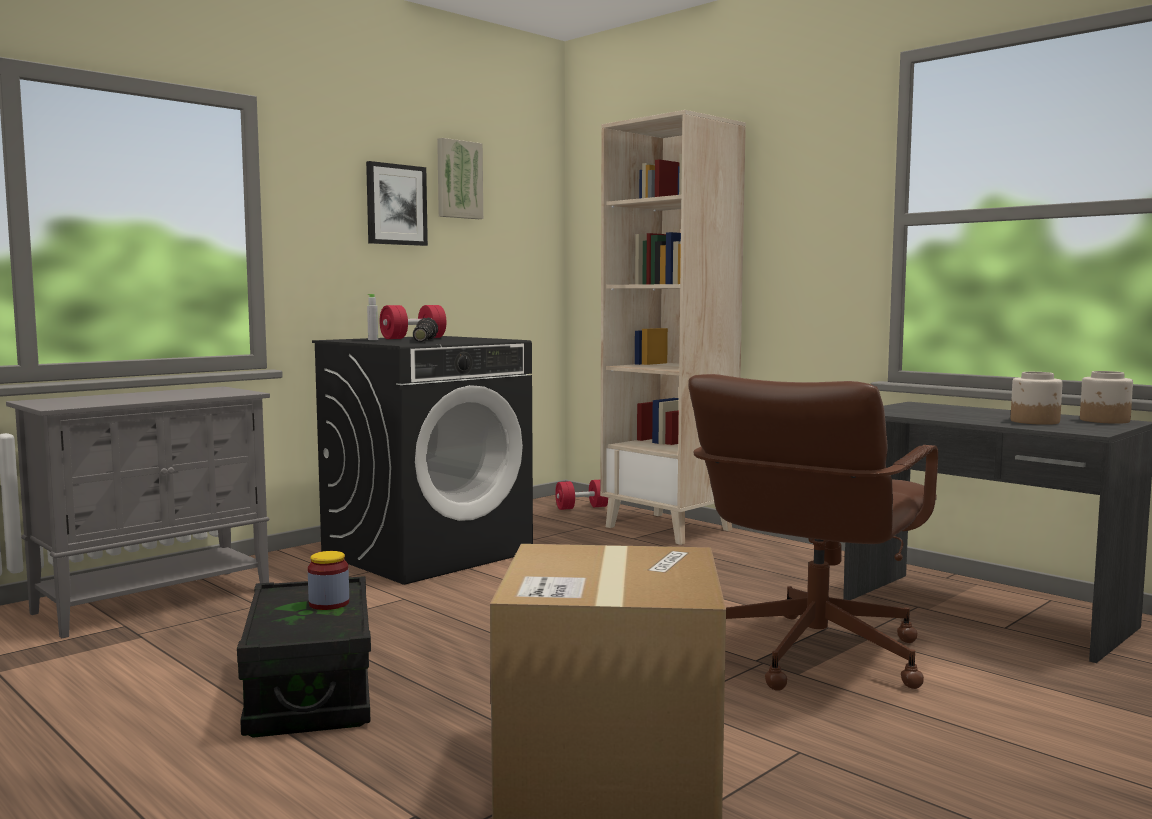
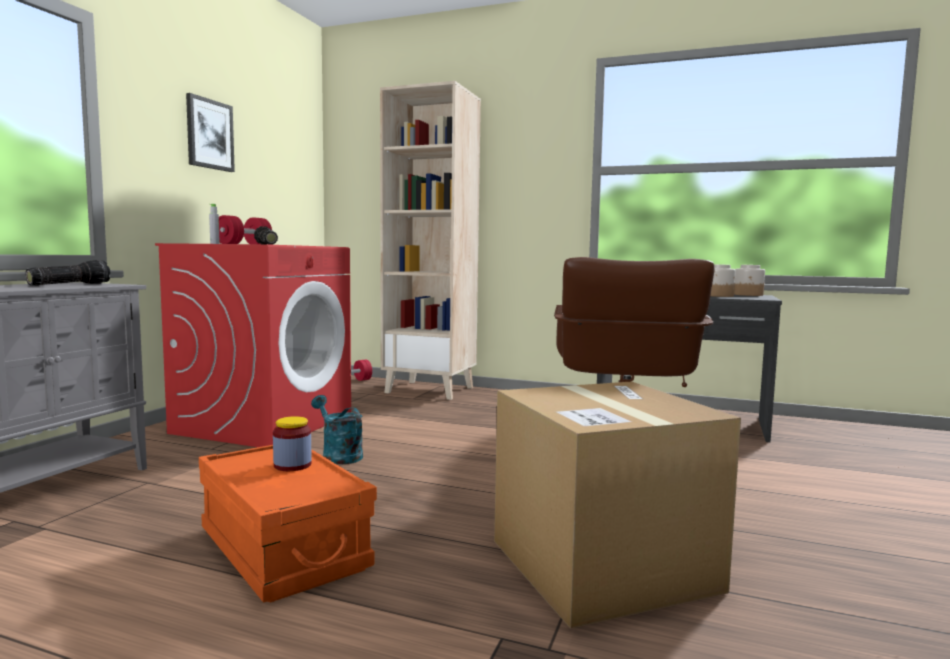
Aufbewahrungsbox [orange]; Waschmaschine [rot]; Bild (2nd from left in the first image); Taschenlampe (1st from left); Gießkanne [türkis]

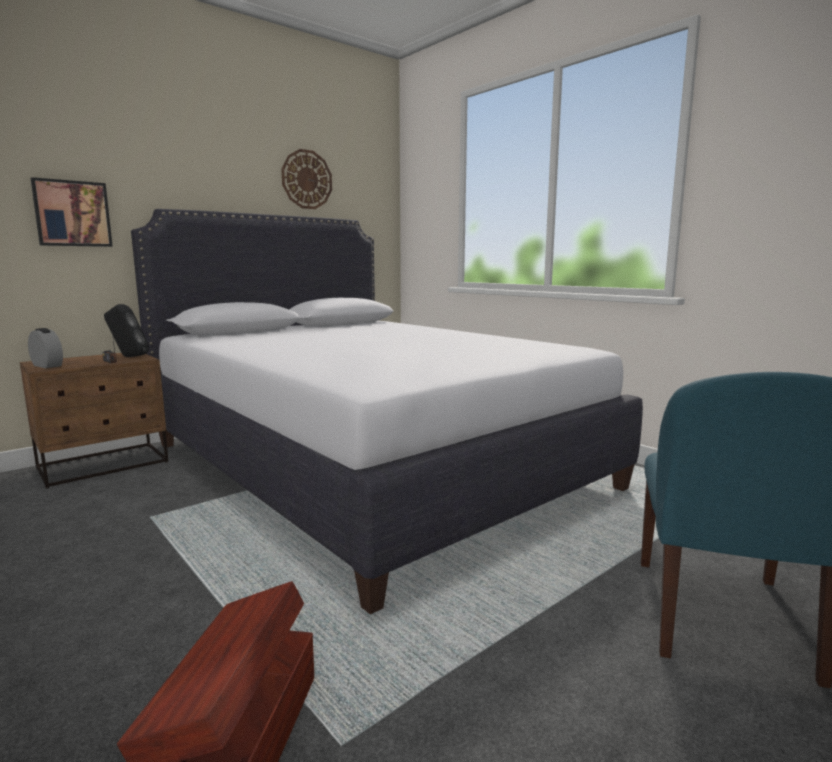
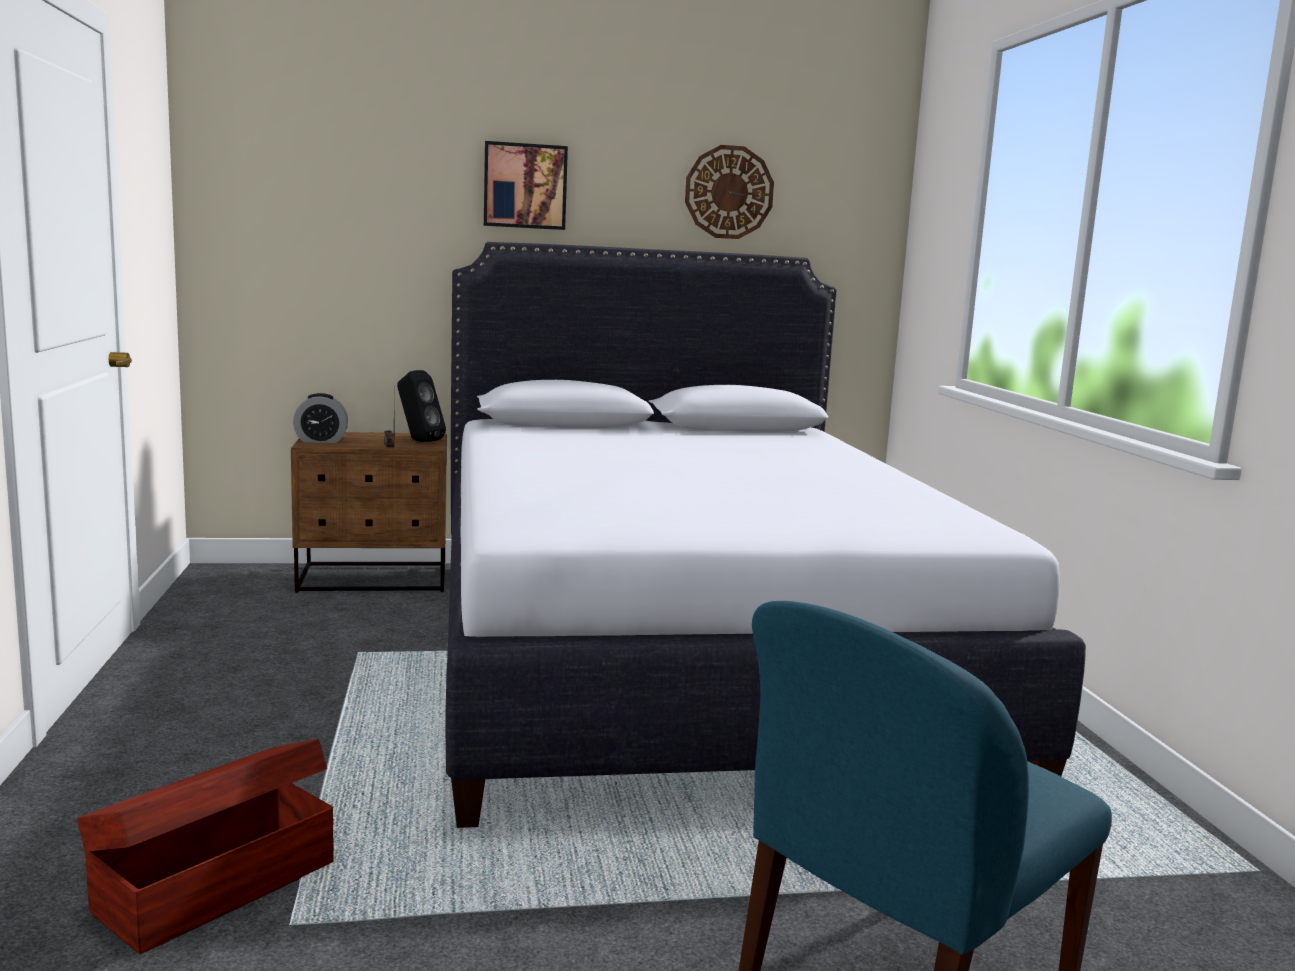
Wecker; Bild

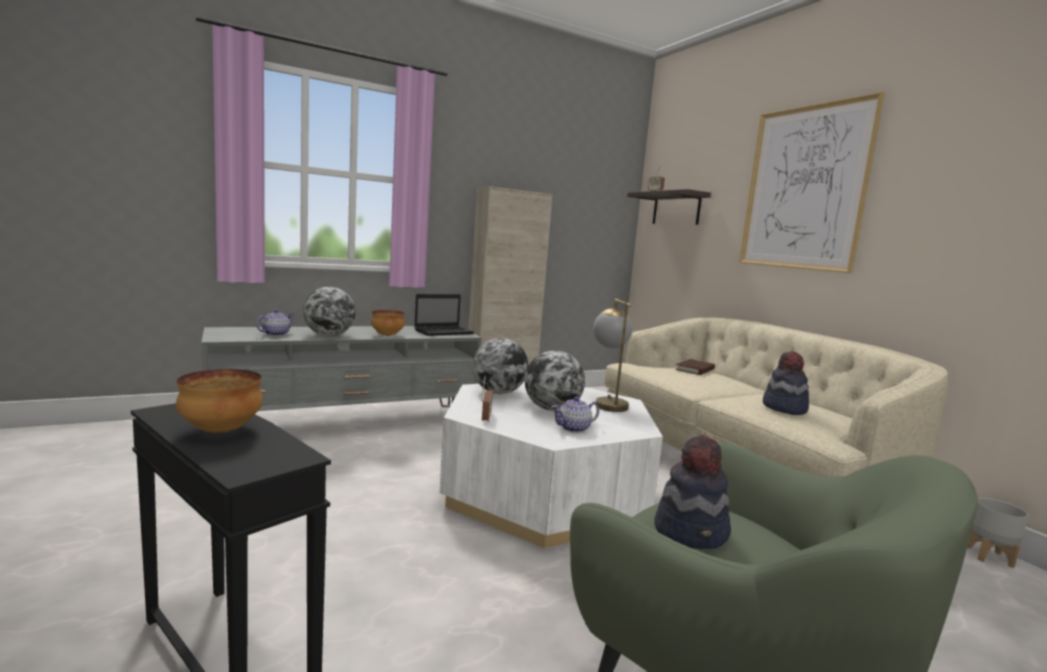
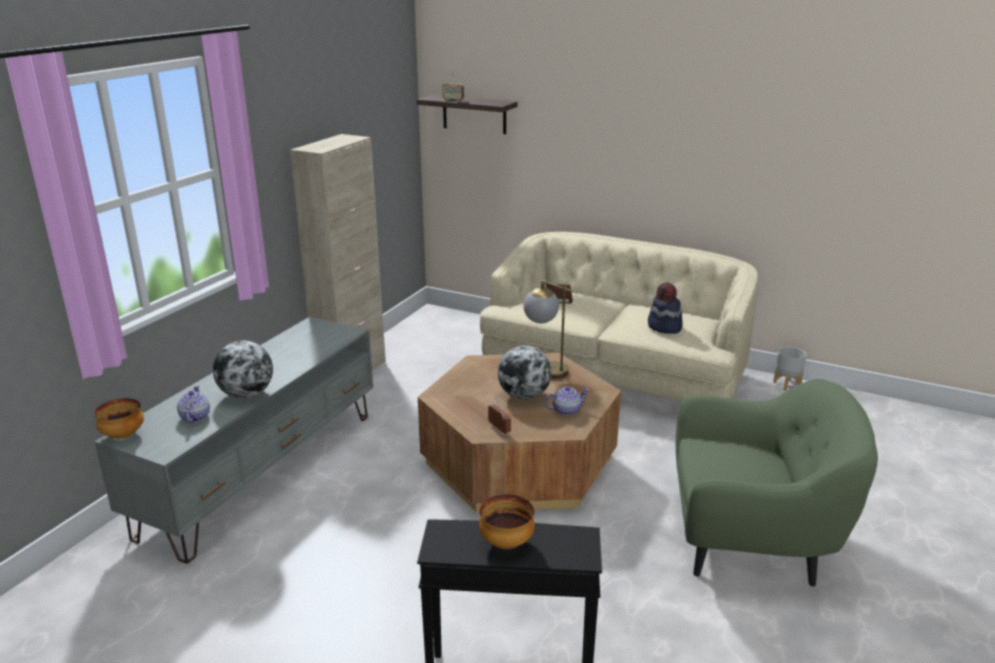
Schüssel (1st from left); Laptop; Couchtisch [braun]; Globus (2nd from left in the first image); Teekanne (2nd from left); Hut (1st from left in the first image); Bild

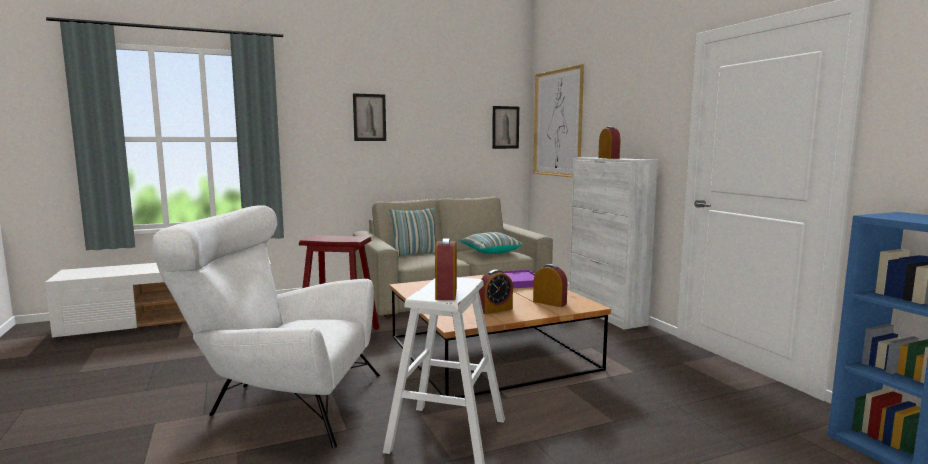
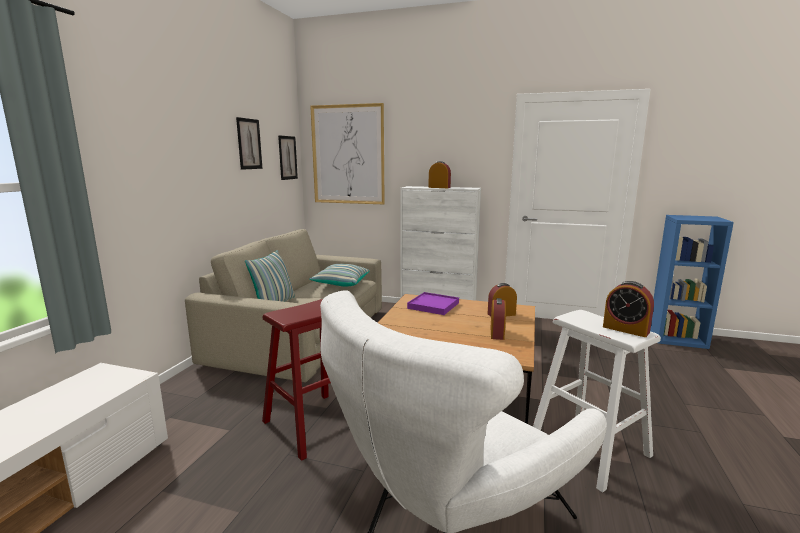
Bild (1st from left)

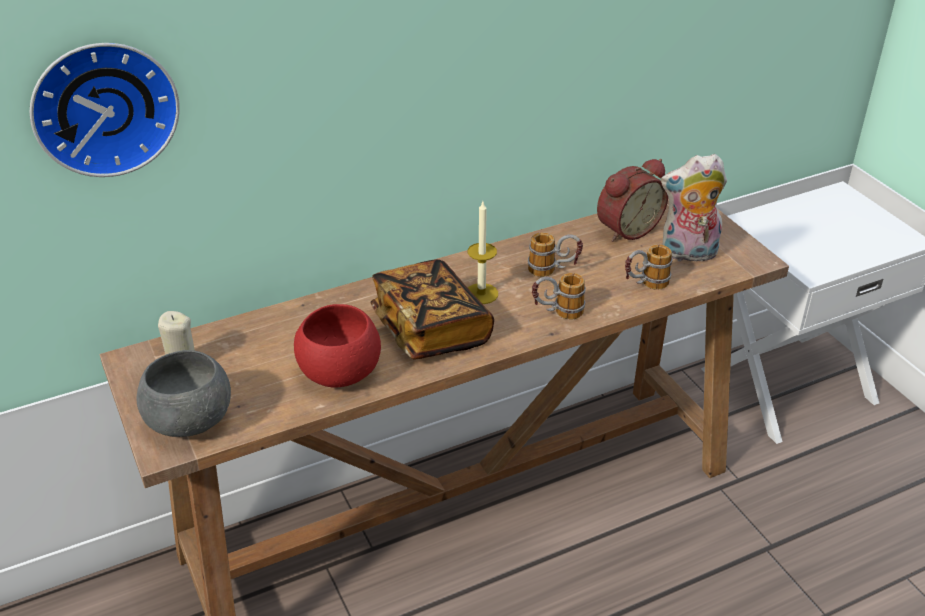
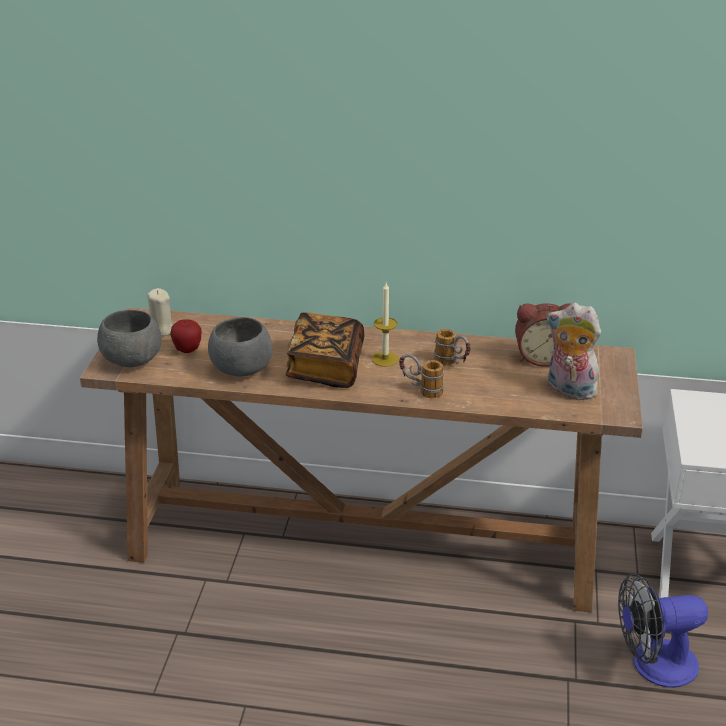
Wanduhr; Schüssel [grau] (2nd from left); Henkelbecher (3rd from left in the first image); Apfel; Ventilator

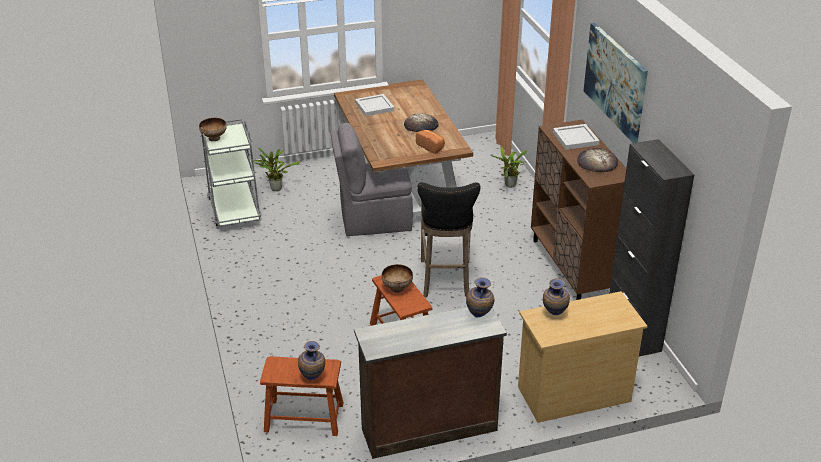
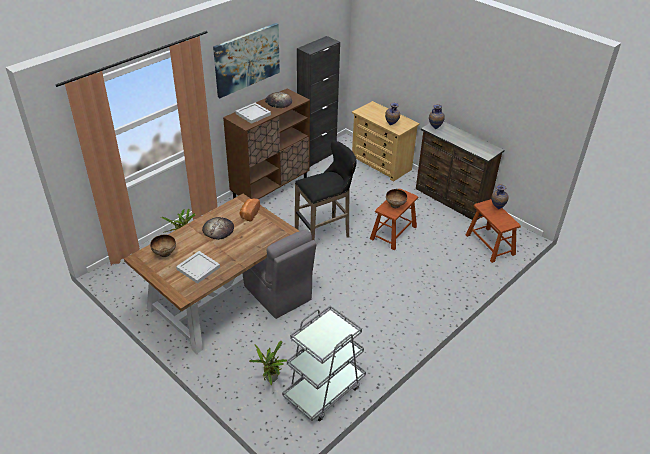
Schüssel (1st from left)

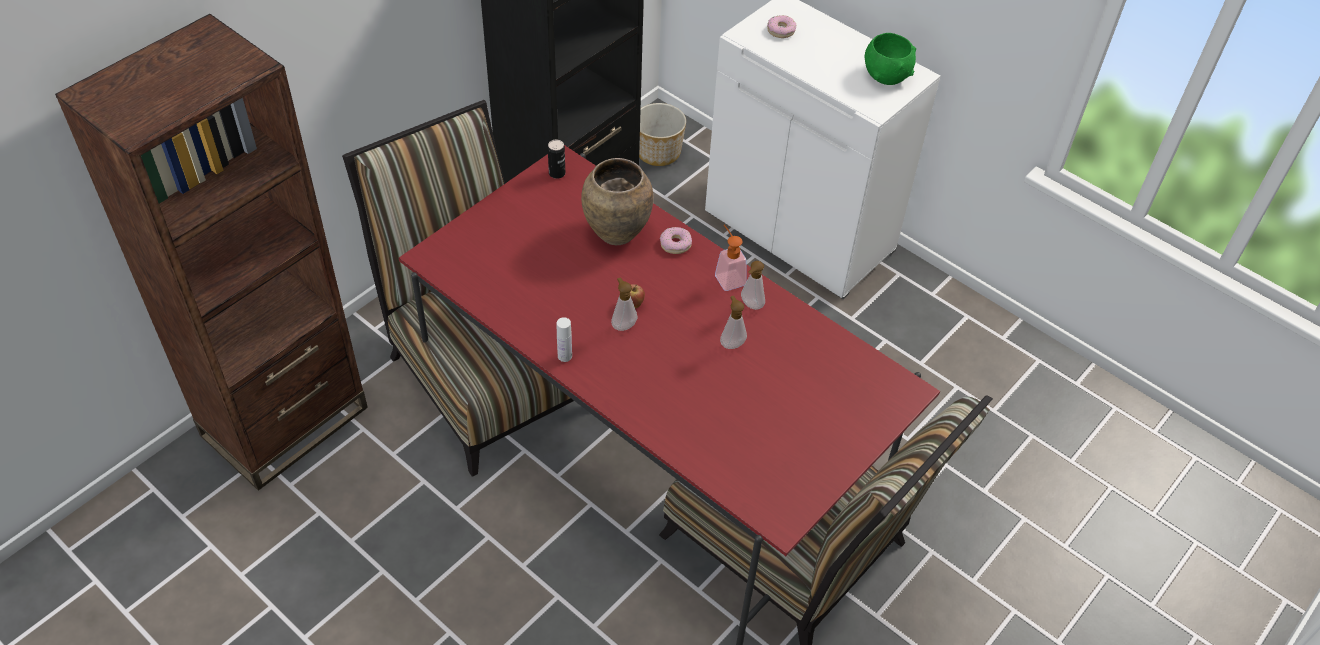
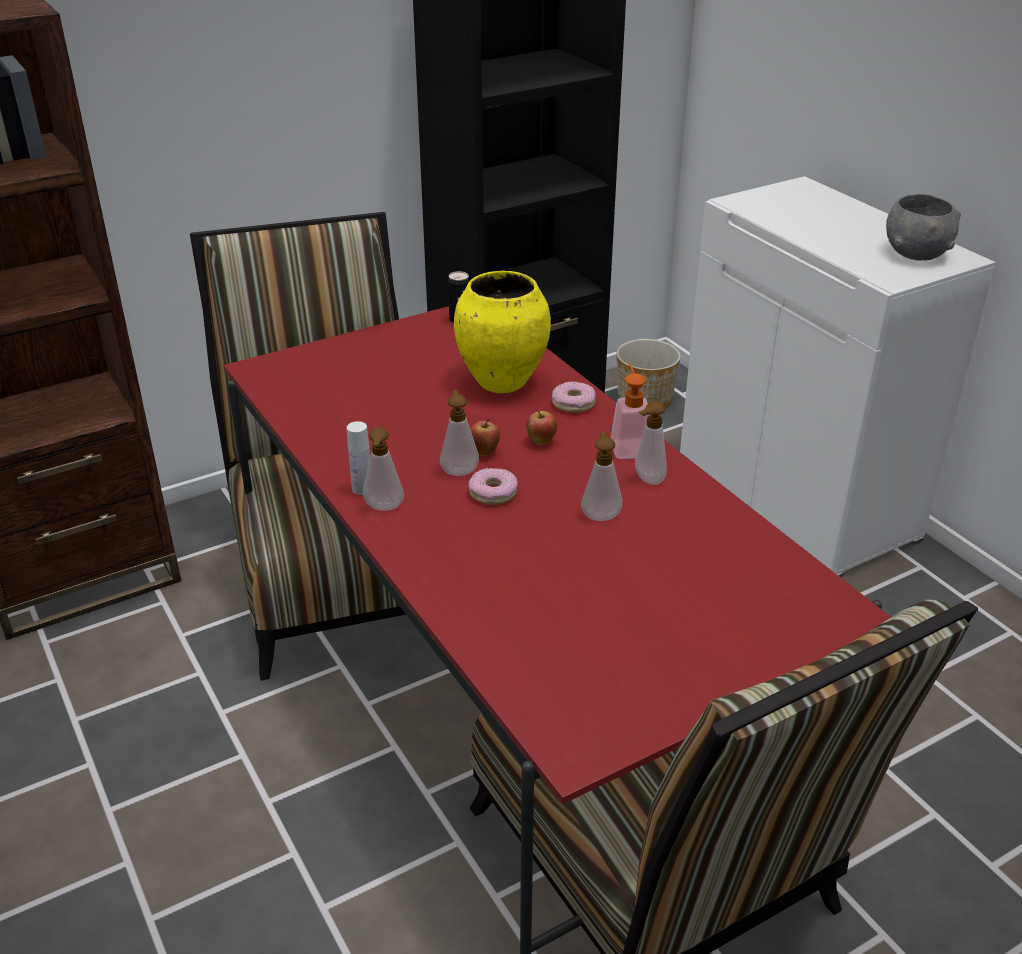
Vase [gelb]; Donut (1st from left); Schüssel [grau]; Seifenspender (1st from left); Apfel (2nd from left)

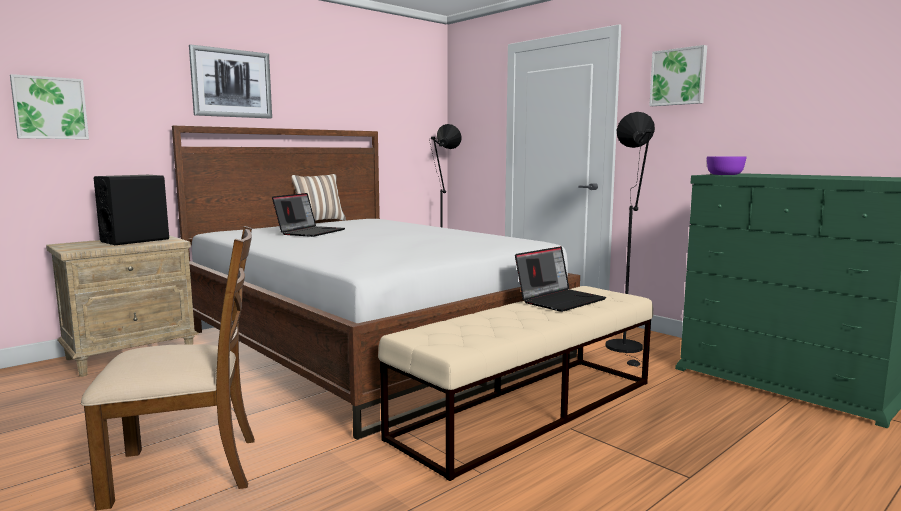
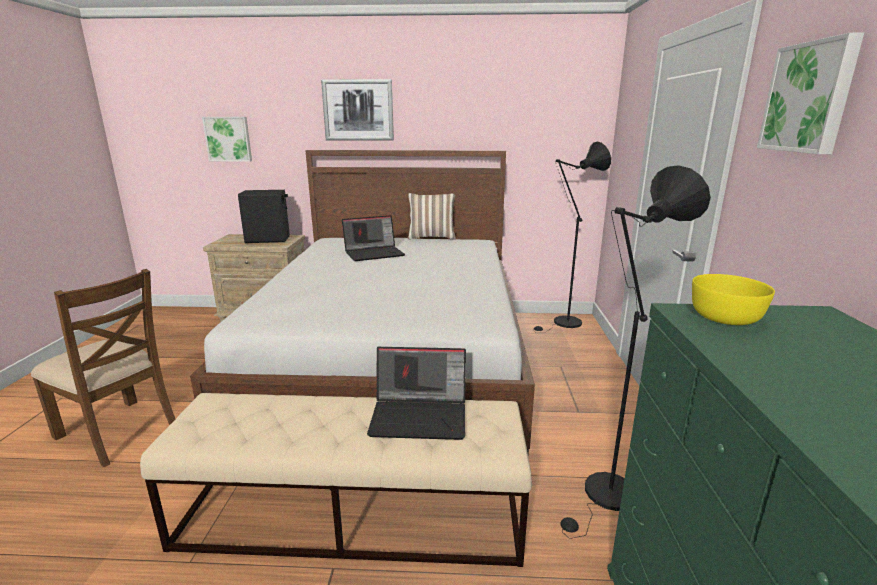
Schüssel [gelb]

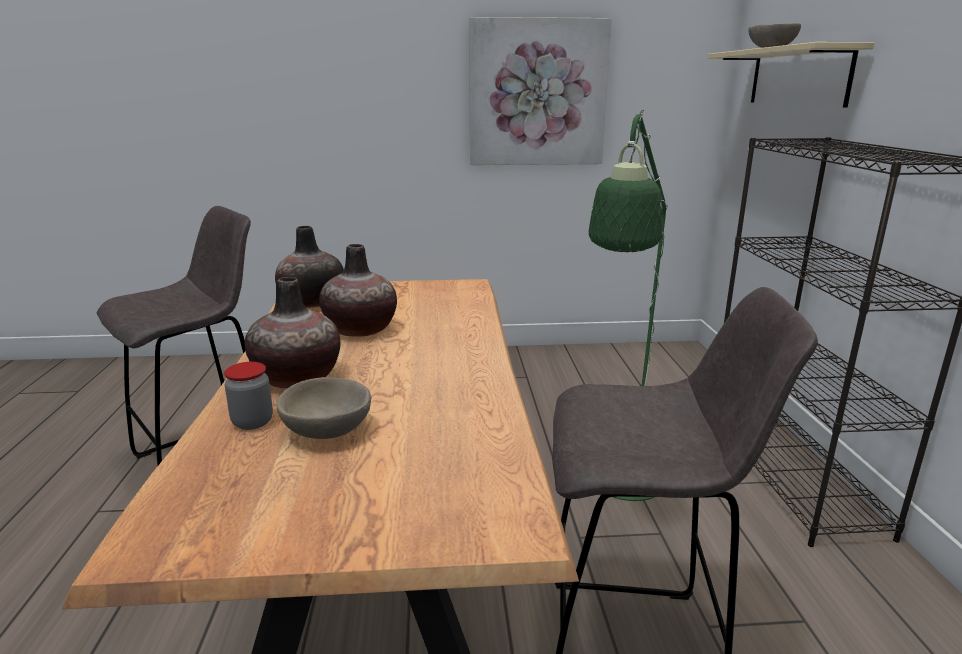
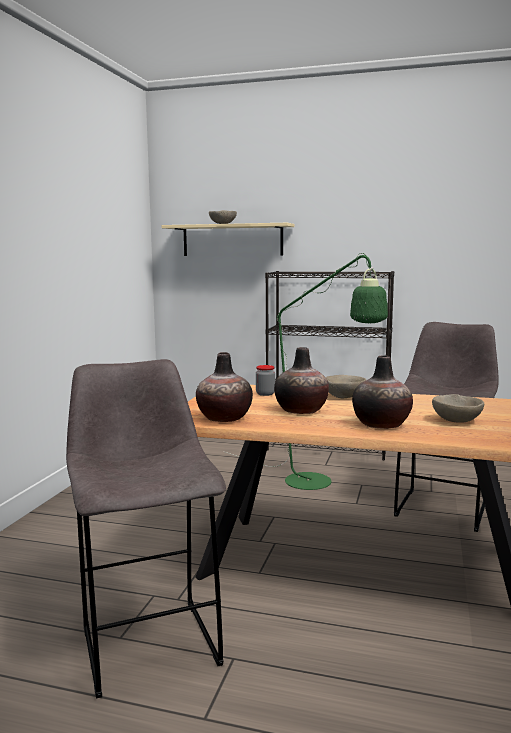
Vorratsglas; Bild; Schüssel [beige] (2nd from left)

